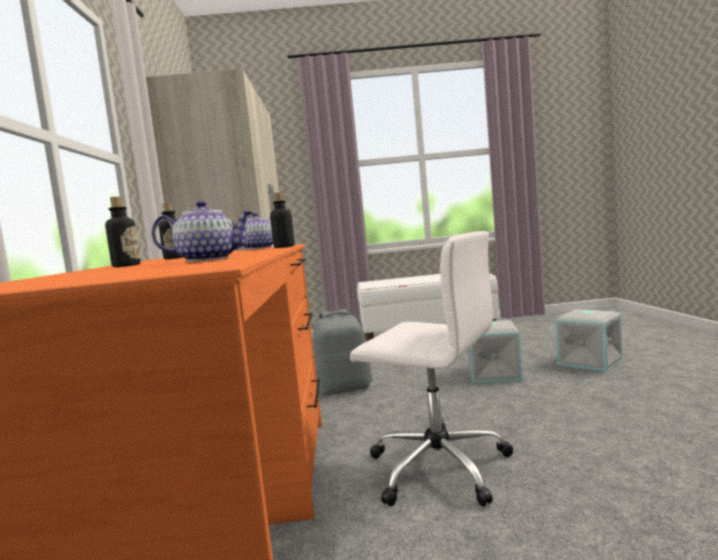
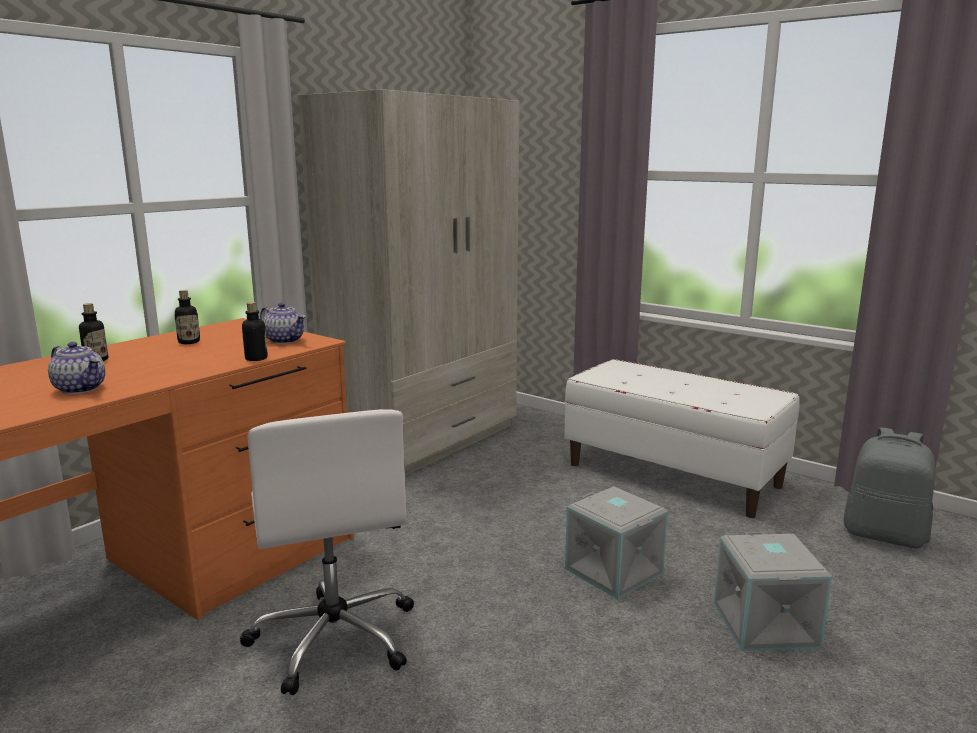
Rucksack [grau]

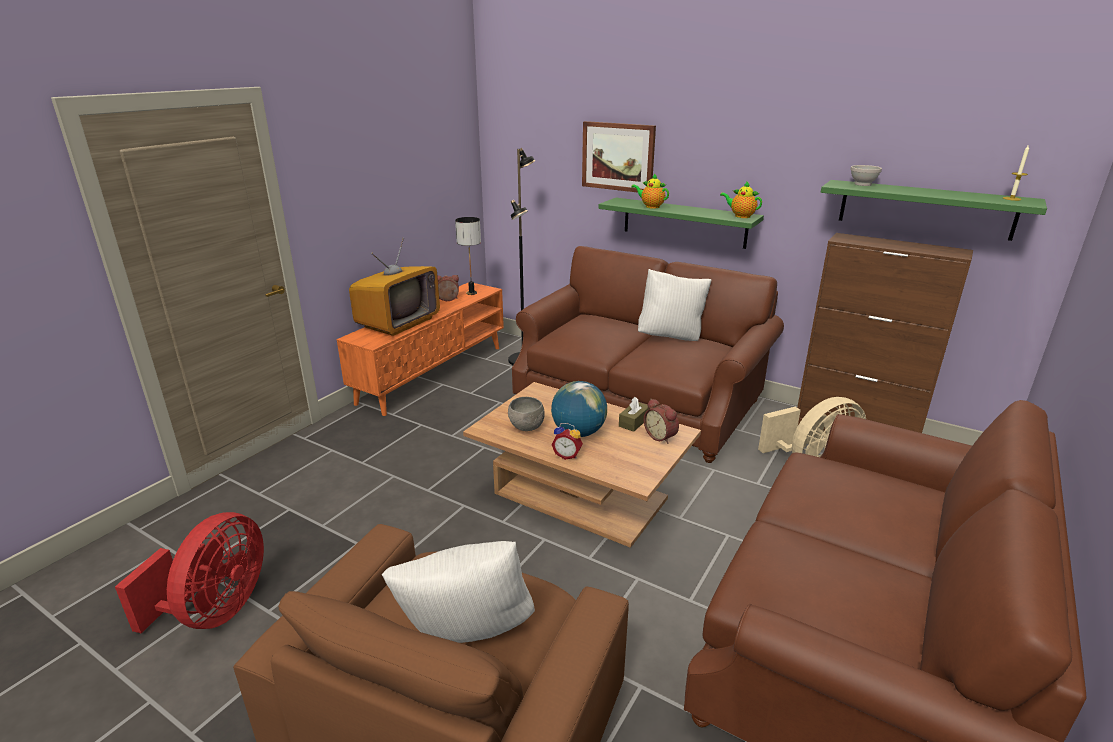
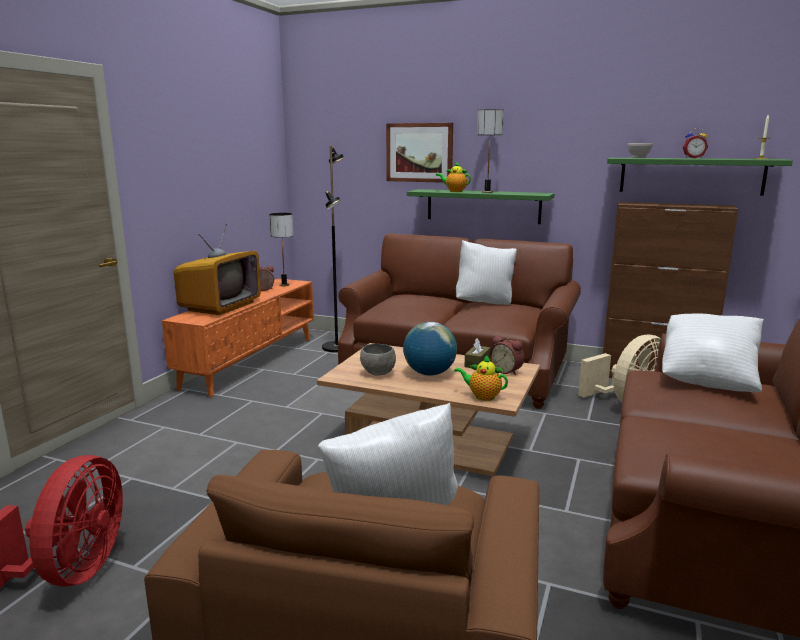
Wecker (3rd from left); Teekanne (2nd from left); Tischlampe (2nd from left); Kissen [weiß] (3rd from left)

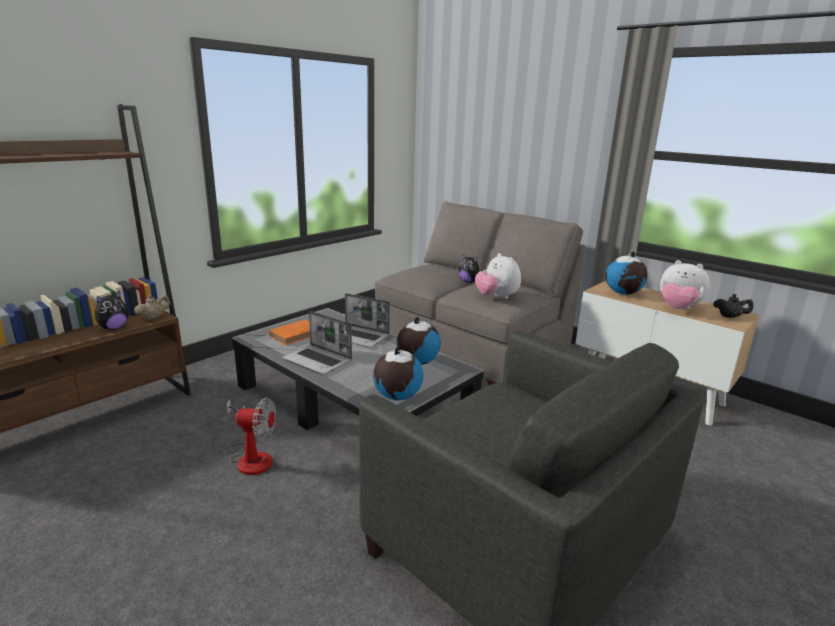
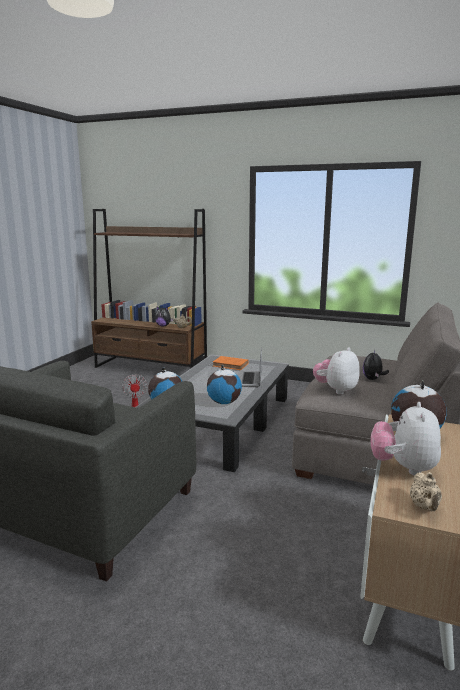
Laptop (1st from left in the first image); Teekanne [beige] (2nd from left)

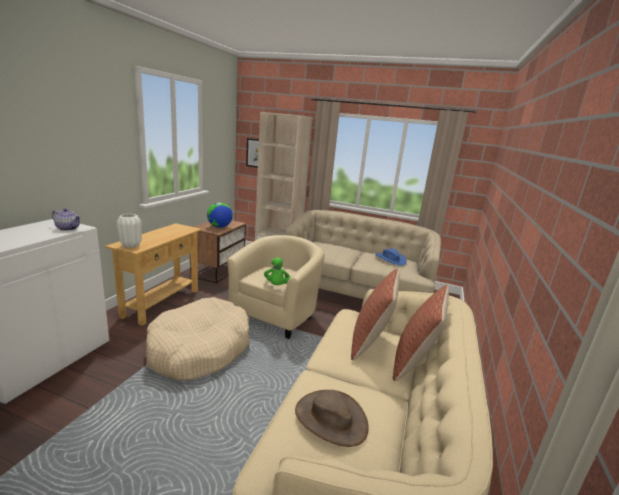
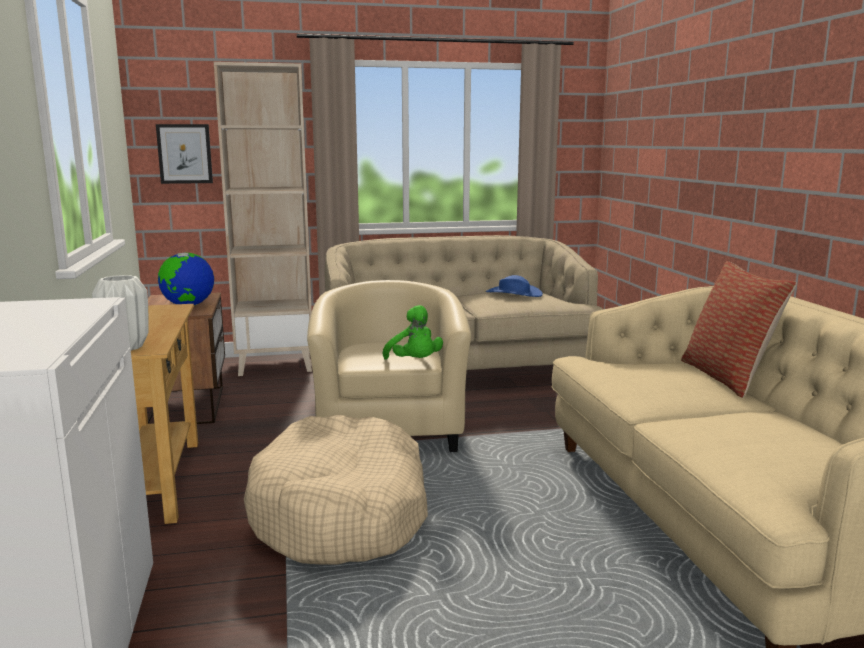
Teekanne; Hut [braun]; Kissen (1st from left in the first image)

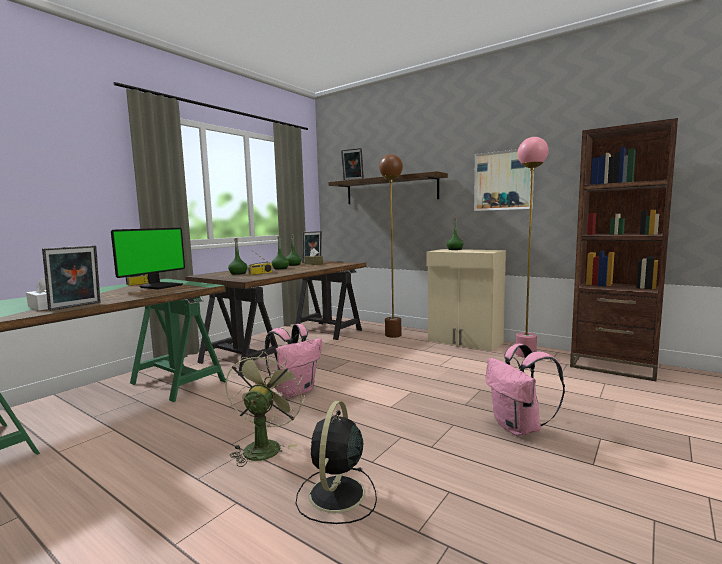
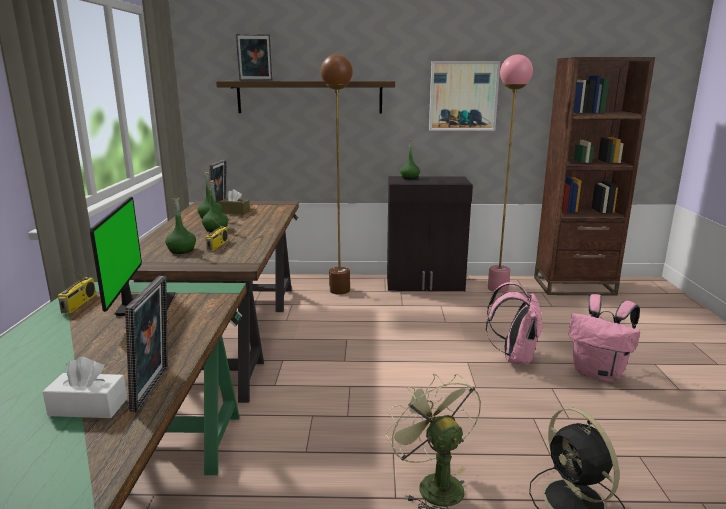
Rucksack [rosa] (1st from left); Schrank [schwarz]

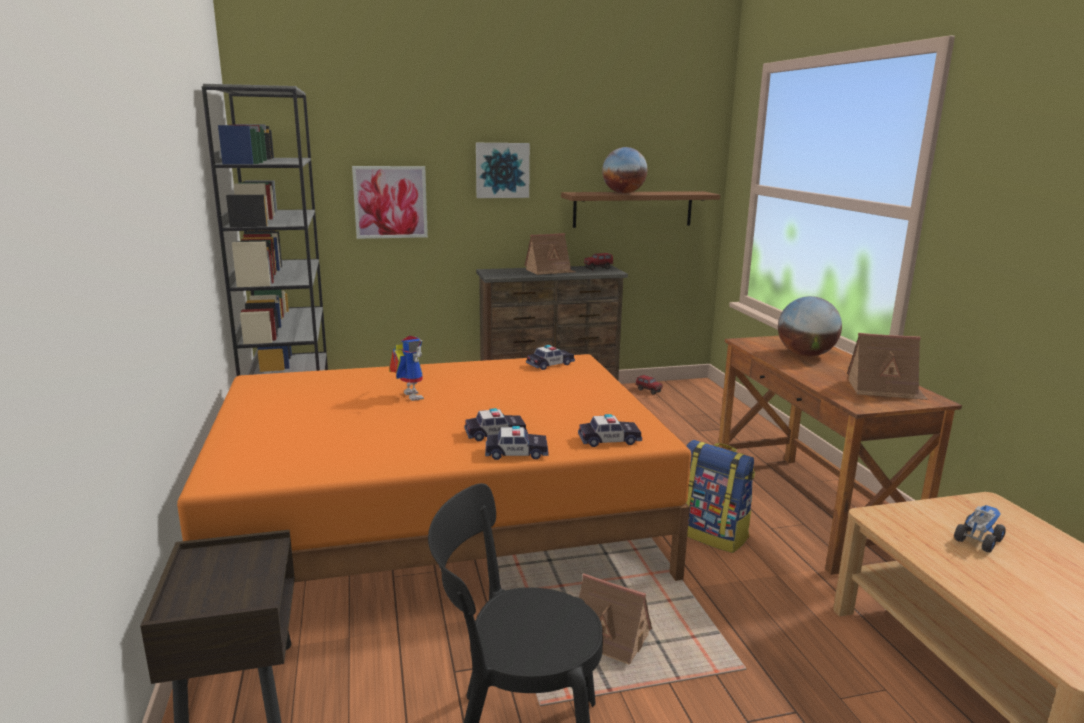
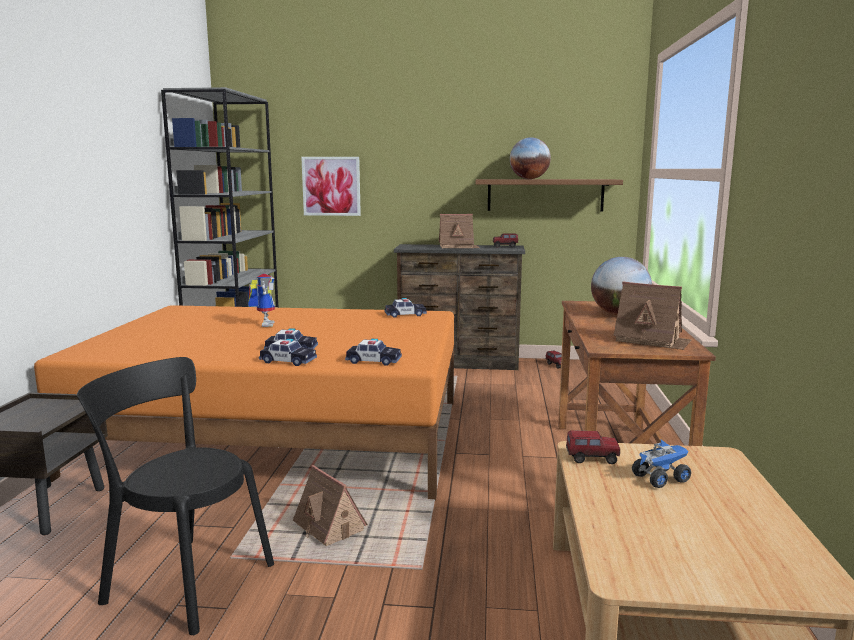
Bild (2nd from left in the first image); Rucksack; Spielzeuglaster (3rd from left)

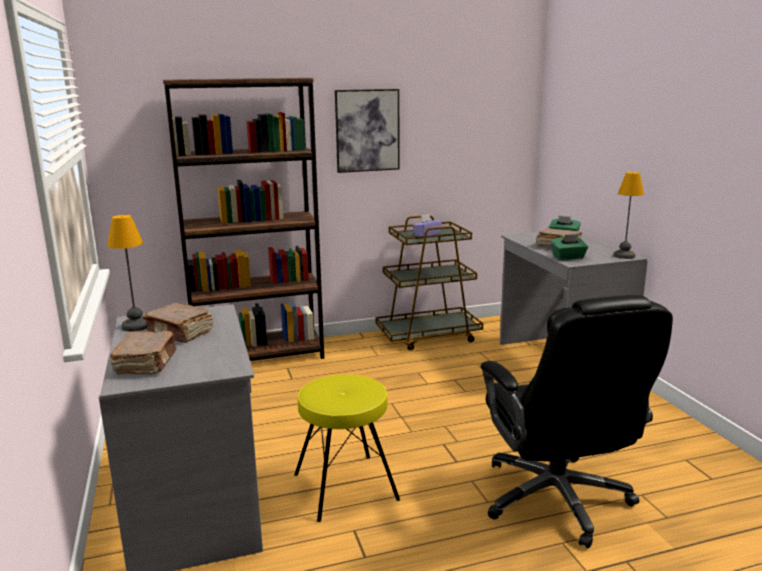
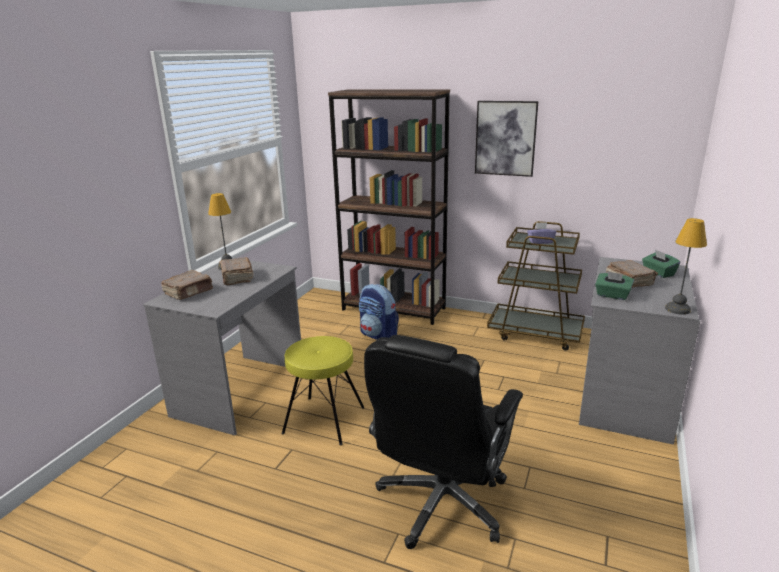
Rucksack

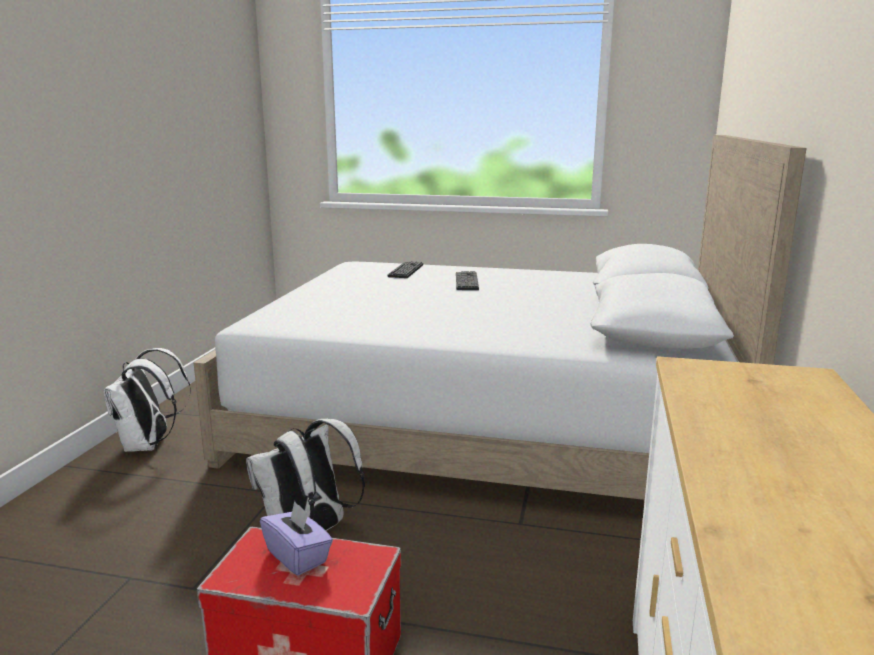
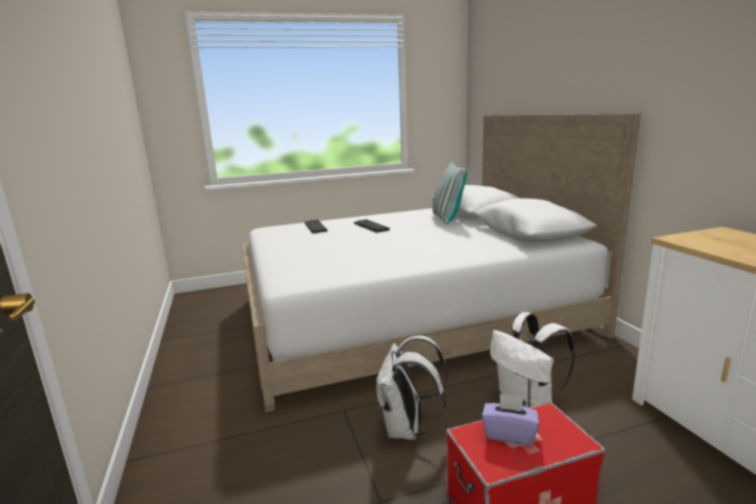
Rucksack [weiß] (2nd from left); Kissen

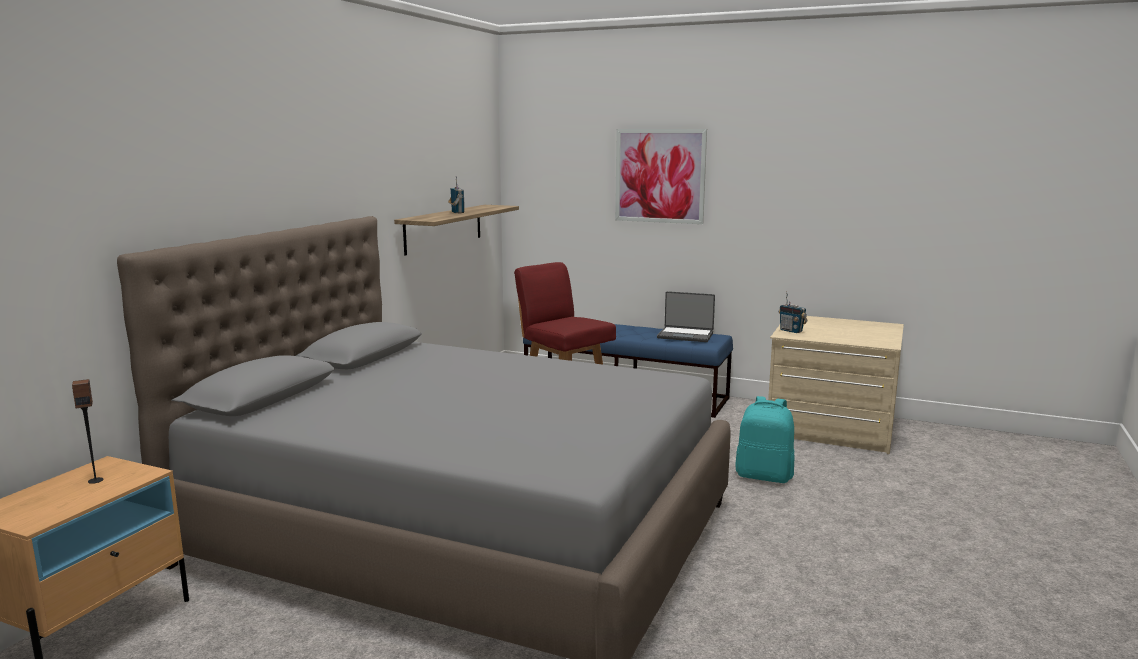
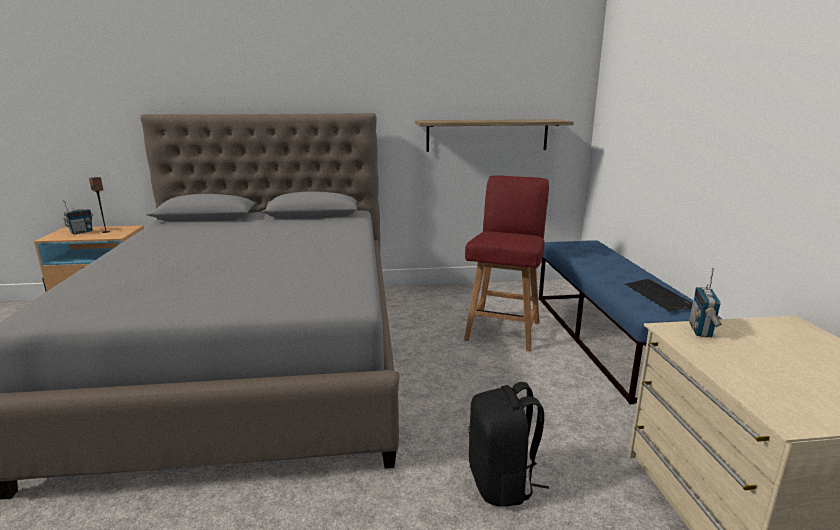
Radio (1st from left); Bild; Tastatur; Rucksack [schwarz]

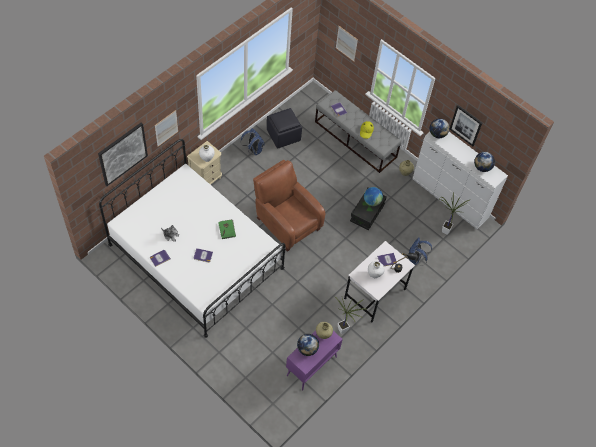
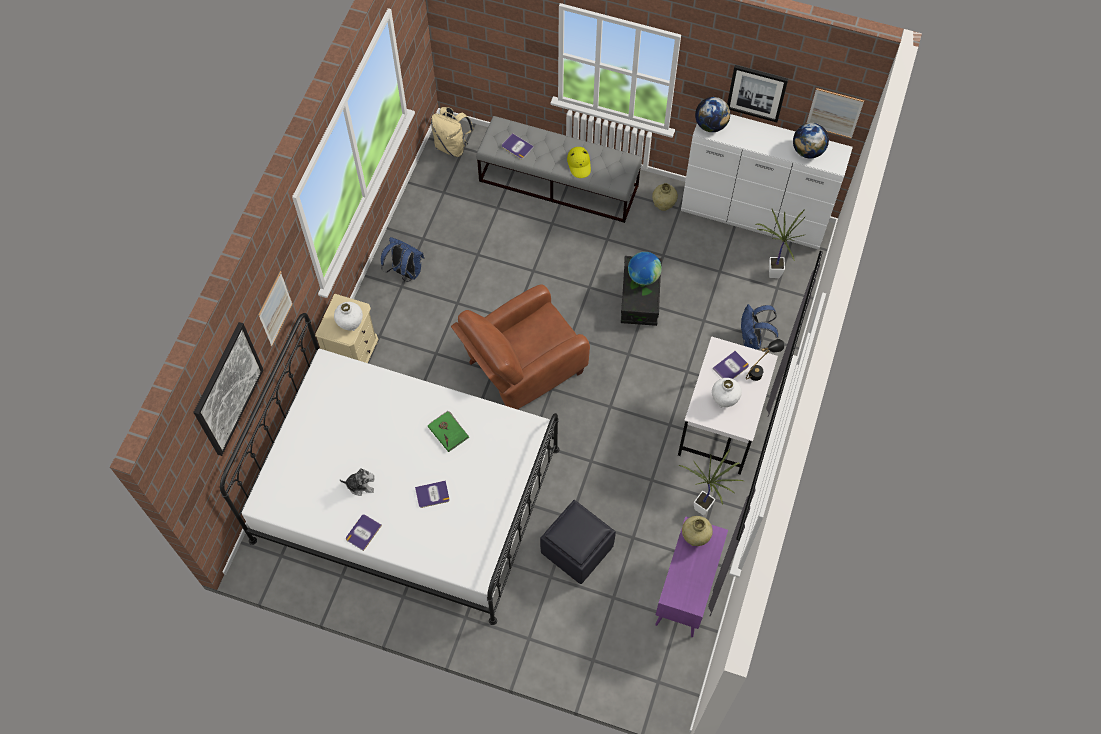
Sessel [braun]; Polsterhocker [schwarz]; Globus (1st from left in the first image); Bild (4th from left); Rucksack [beige]

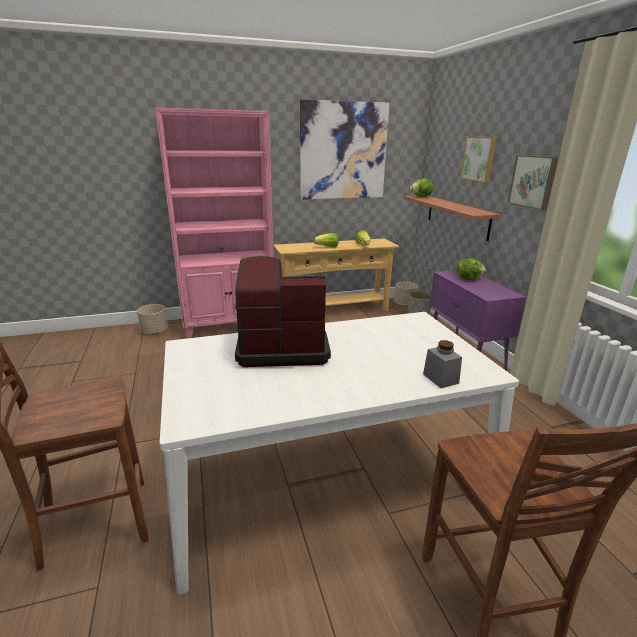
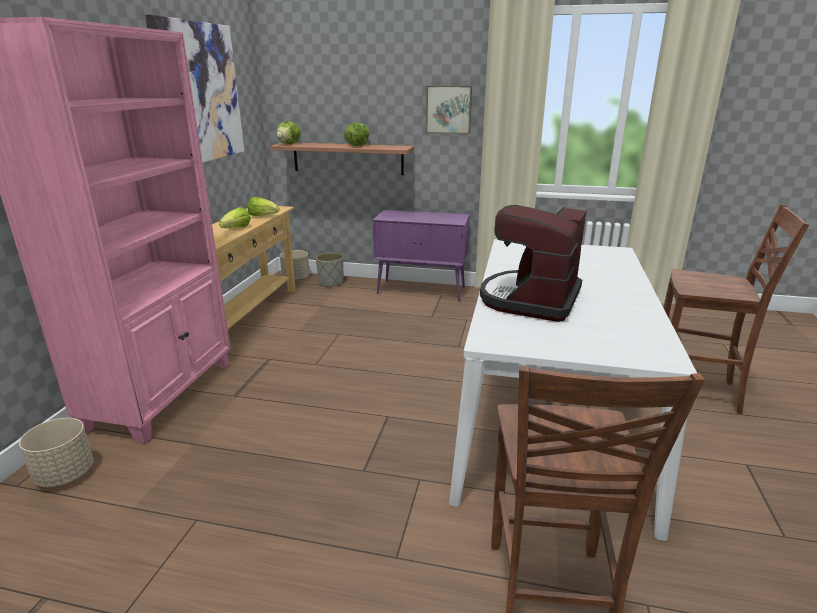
Vorratsglas [grau]; Salatkopf (4th from left); Bild (2nd from left in the first image)

